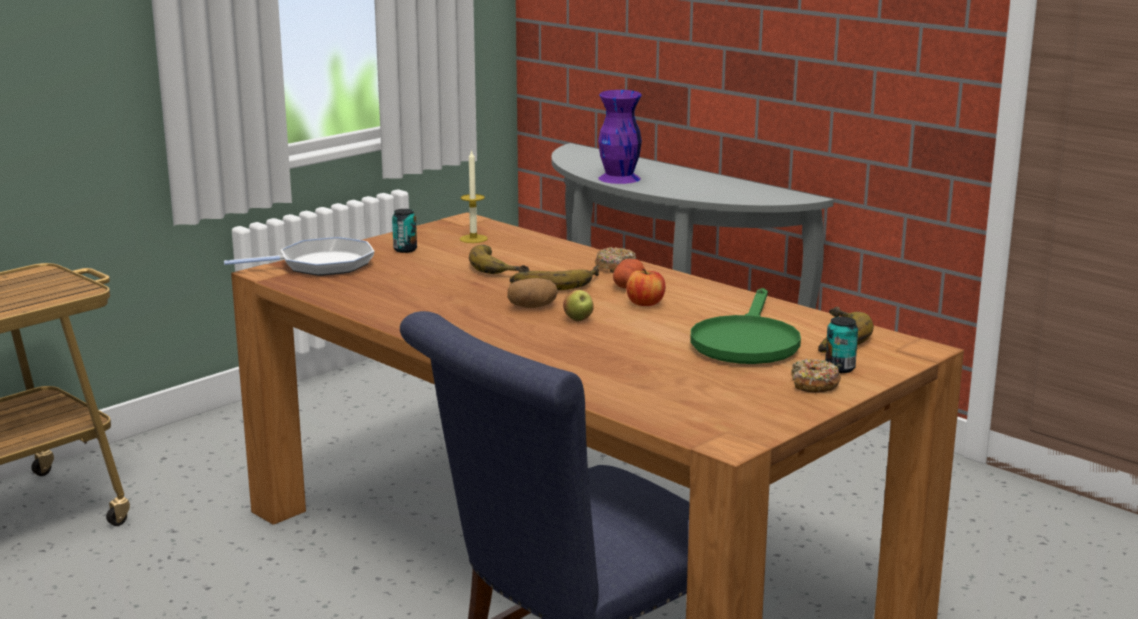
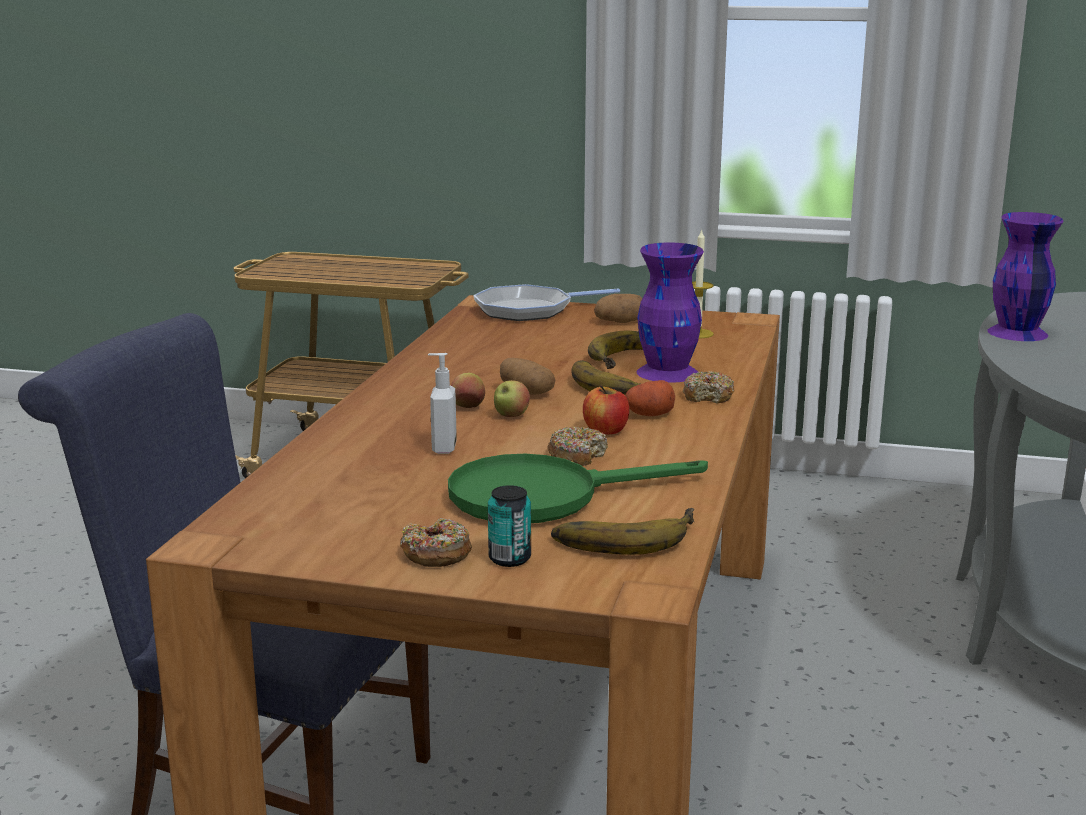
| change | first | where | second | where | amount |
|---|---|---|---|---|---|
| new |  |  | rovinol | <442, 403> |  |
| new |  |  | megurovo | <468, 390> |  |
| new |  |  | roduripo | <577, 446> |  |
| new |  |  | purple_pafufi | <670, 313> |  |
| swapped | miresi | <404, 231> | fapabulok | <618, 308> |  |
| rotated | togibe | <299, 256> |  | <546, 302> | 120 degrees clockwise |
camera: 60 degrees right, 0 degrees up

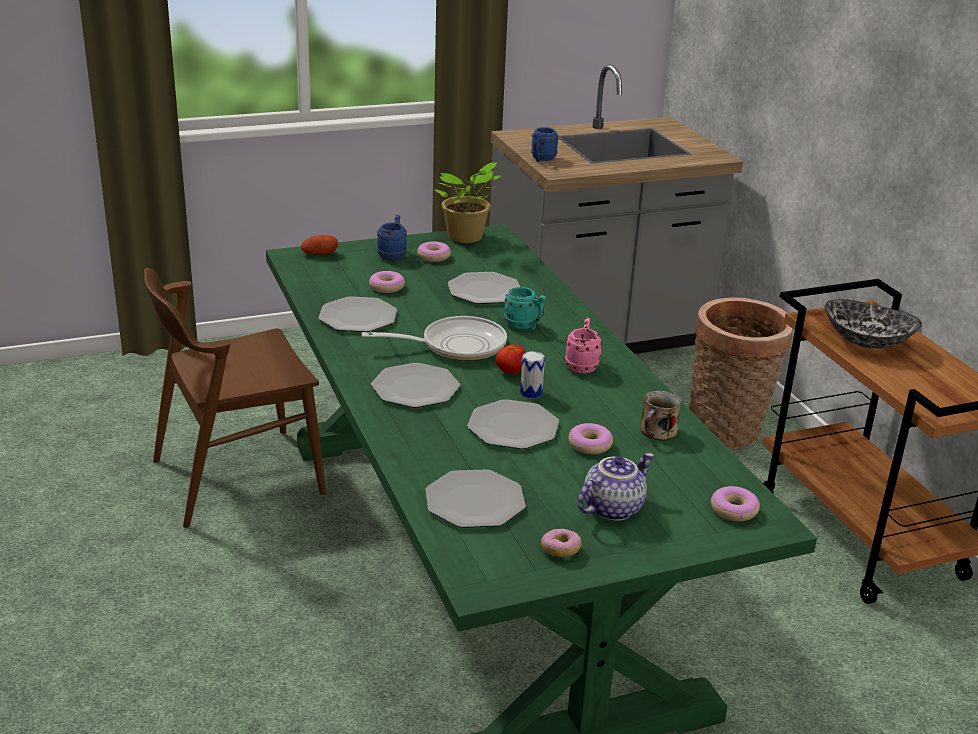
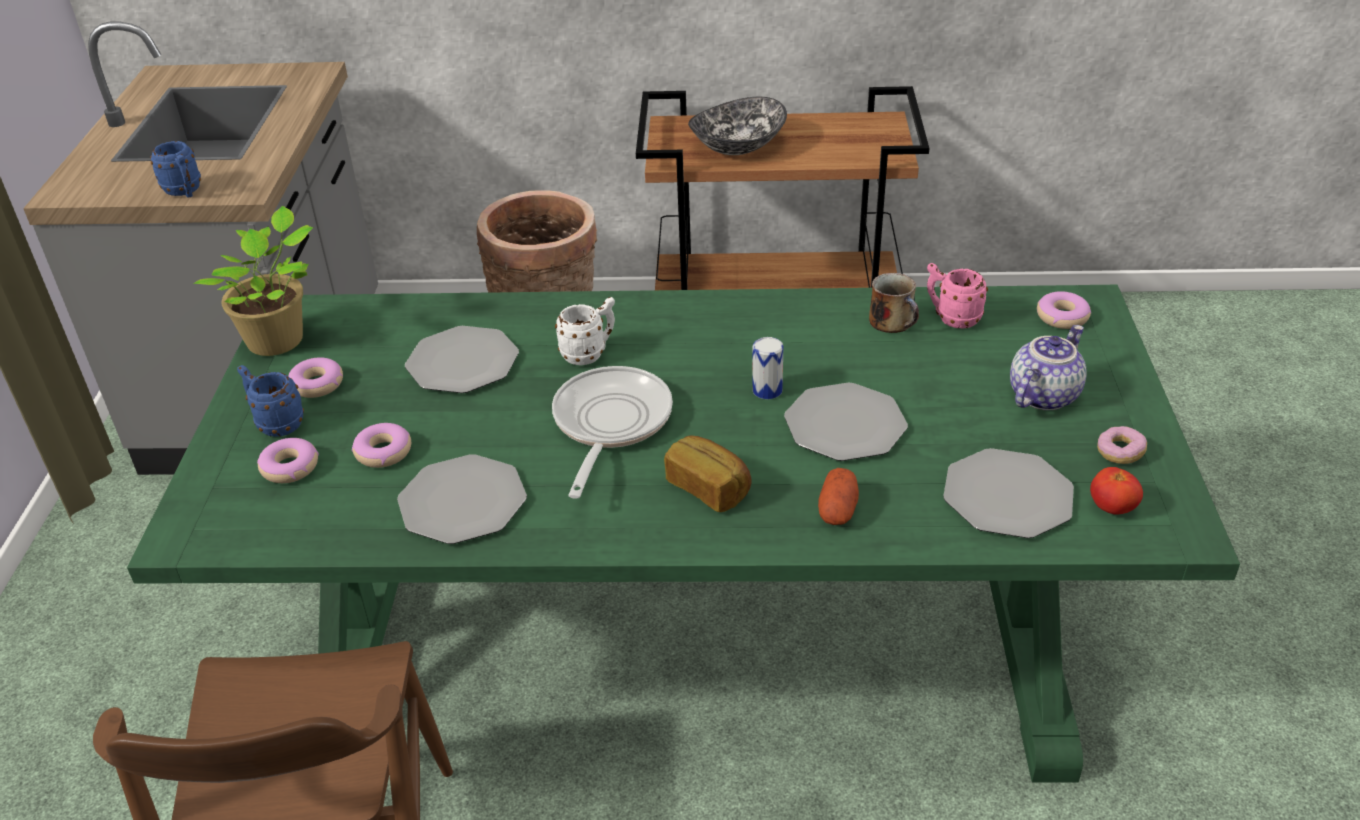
| change | first | where | second | where | amount |
|---|---|---|---|---|---|
| shifted | fapabulok | <319, 245> |  | <838, 496> |  |
| shifted | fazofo | <511, 359> |  | <1116, 490> |  |
| shifted | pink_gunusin | <583, 346> |  | <957, 295> |  |
| shifted | roduripo | <591, 438> |  | <288, 460> |  |
| swapped | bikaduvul | <415, 385> | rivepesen | <708, 473> |  |
| repainted | turquoise_gunusin | <525, 308> | white_gunusin | <585, 331> |  |
| rotated | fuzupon | <615, 486> |  | <1048, 367> | 60 degrees clockwise |
camera: 65 degrees left, 10 degrees up

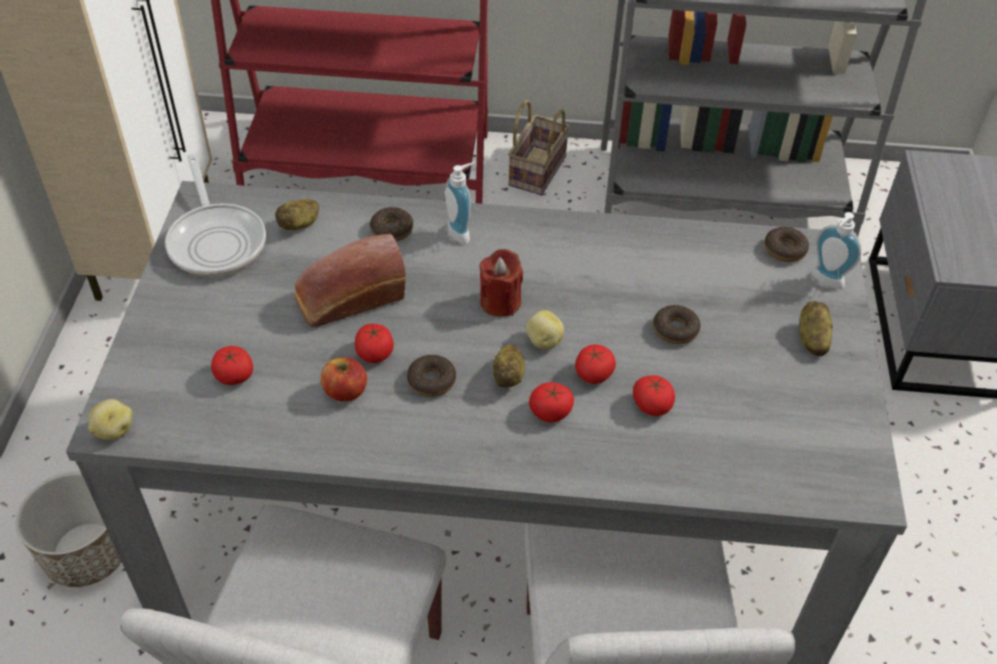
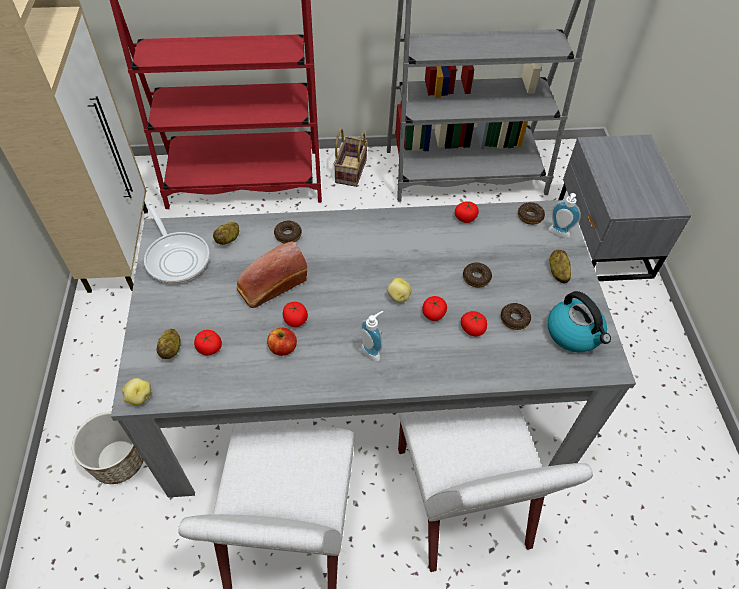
| change | first | where | second | where | amount |
|---|---|---|---|---|---|
| gone | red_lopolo | <501, 283> |  |  |  |
| new |  |  | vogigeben | <579, 322> |  |
| shifted | roduripo | <431, 376> |  | <516, 316> |  |
| shifted | rovinol | <460, 203> |  | <372, 336> |  |
| shifted | fapabulok | <509, 366> |  | <169, 344> |  |
| shifted | fazofo | <551, 402> |  | <467, 212> |  |
camera: 10 degrees left, 5 degrees up

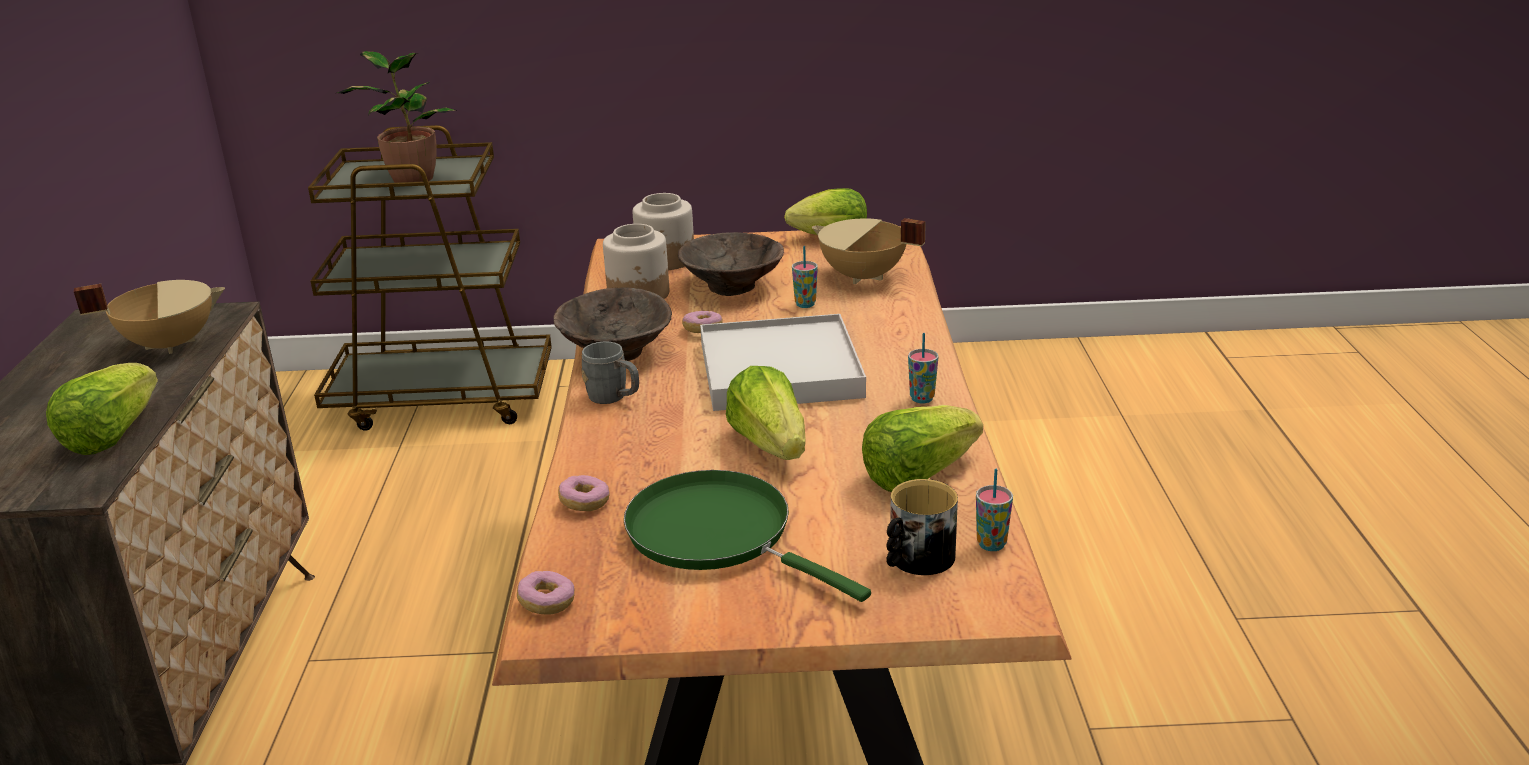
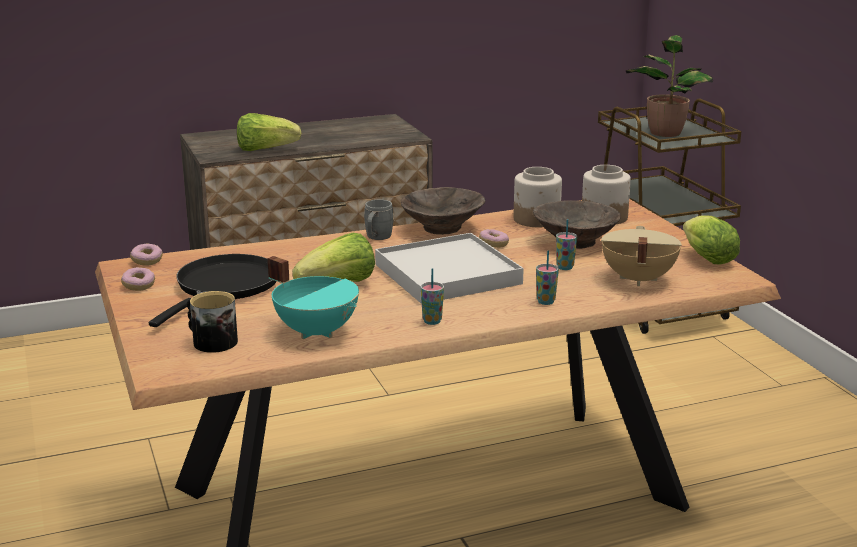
| change | first | where | second | where | amount |
|---|---|---|---|---|---|
| gone | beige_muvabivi | <149, 317> |  |  |  |
| shifted | roduripo | <584, 493> |  | <138, 279> |  |
| shifted | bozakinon | <994, 510> |  | <547, 278> |  |
| swapped | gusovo | <922, 448> | turquoise_muvabivi | <313, 297> |  |
| repainted | green_togibe | <747, 536> | black_togibe | <213, 290> |  |
camera: 70 degrees right, 5 degrees down

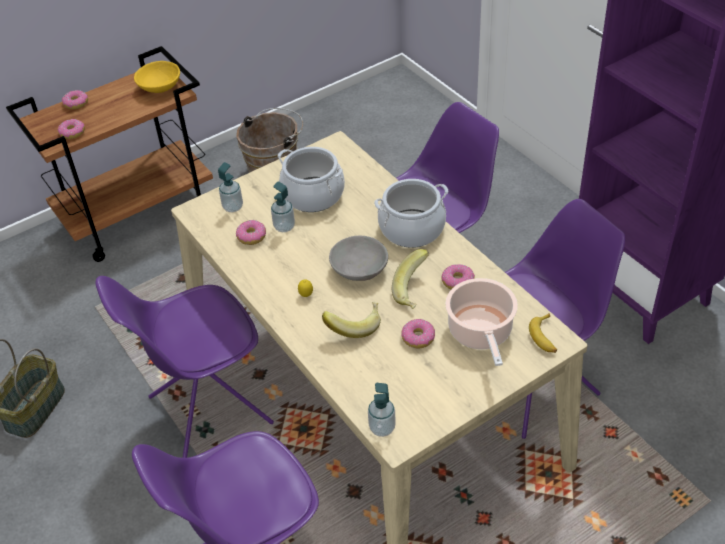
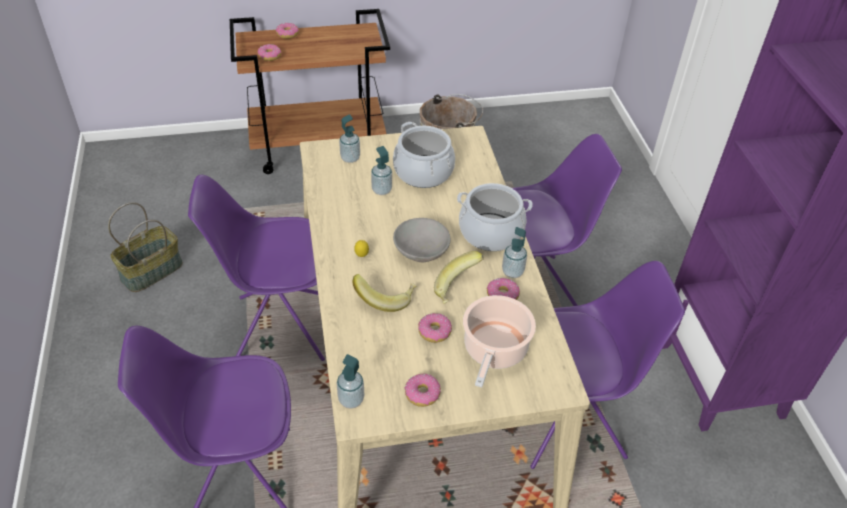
| change | first | where | second | where | amount |
|---|---|---|---|---|---|
| gone | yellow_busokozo | <157, 77> |  |  |  |
| gone | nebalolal | <543, 333> |  |  |  |
| new |  |  | rovinol | <514, 252> |  |
| shifted | roduripo | <251, 232> |  | <422, 390> |  |
camera: 20 degrees right, 0 degrees up

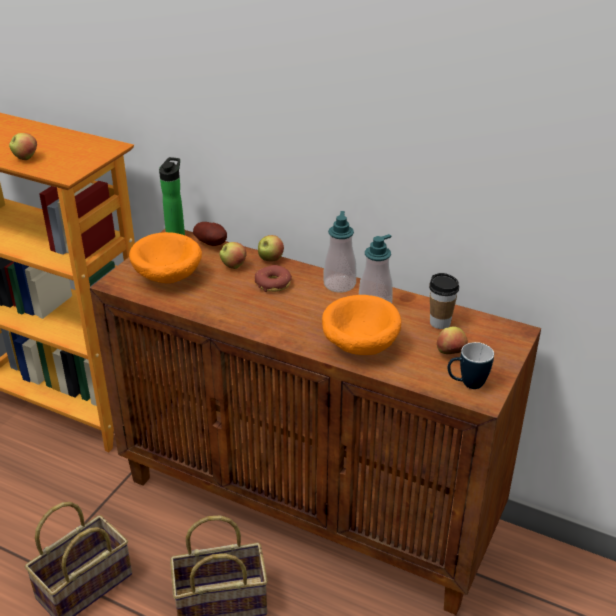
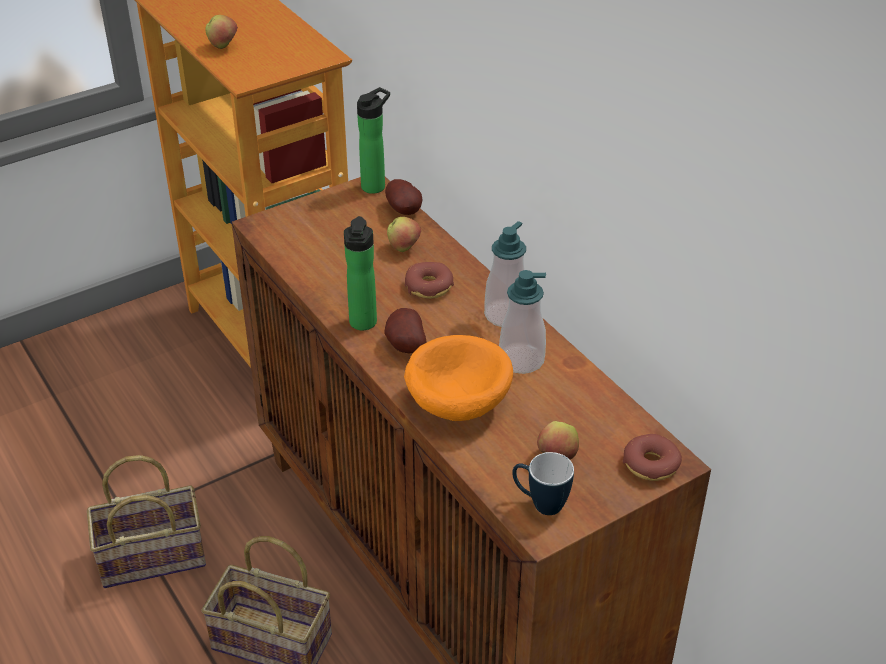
| change | first | where | second | where | amount |
|---|---|---|---|---|---|
| gone | orange_busokozo | <165, 257> |  |  |  |
| gone | megurovo | <271, 248> |  |  |  |
| gone | bozakinon | <444, 301> |  |  |  |
| new |  |  | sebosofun | <360, 273> |  |
| new |  |  | fapabulok | <405, 330> |  |
| new |  |  | roduripo | <652, 457> |  |
camera: 30 degrees right, 5 degrees up

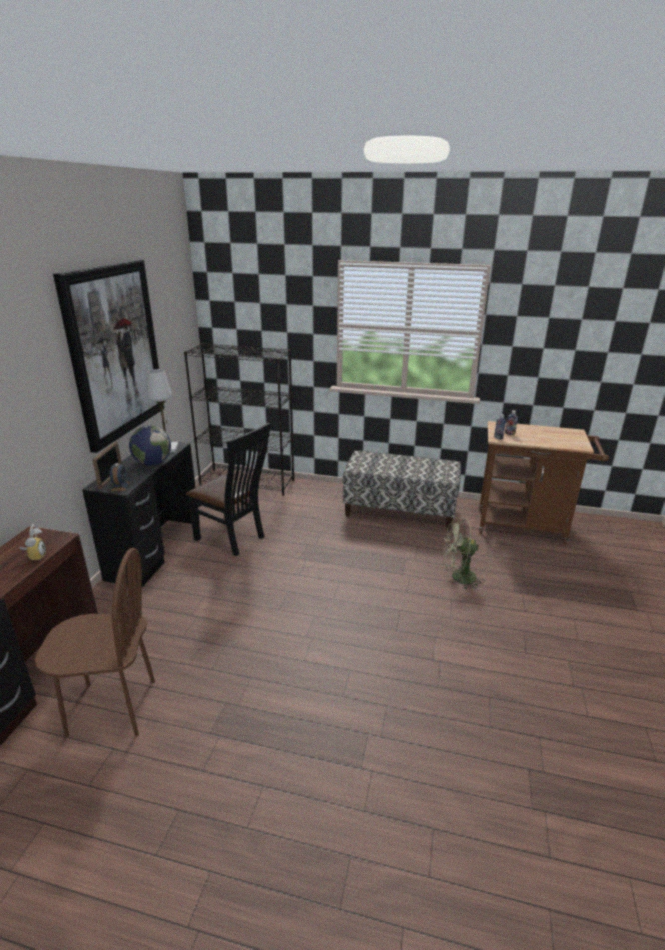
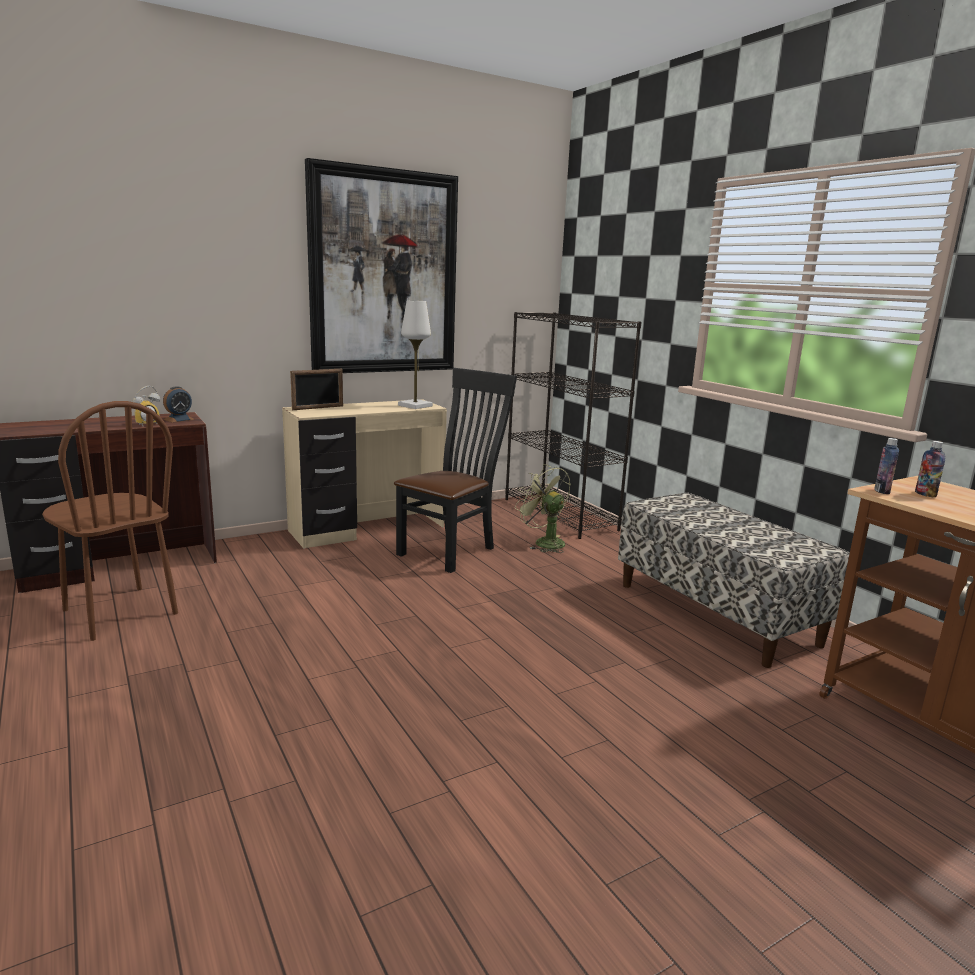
| change | first | where | second | where | amount |
|---|---|---|---|---|---|
| gone | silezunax | <150, 445> |  |  |  |
| shifted | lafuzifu | <120, 477> |  | <179, 404> |  |
| shifted | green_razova | <464, 553> |  | <543, 508> |  |
| repainted | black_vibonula | <141, 514> | beige_vibonula | <364, 474> |  |
| rotated | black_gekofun | <228, 489> |  | <455, 470> | 135 degrees counterclockwise |
camera: 45 degrees right, 10 degrees down

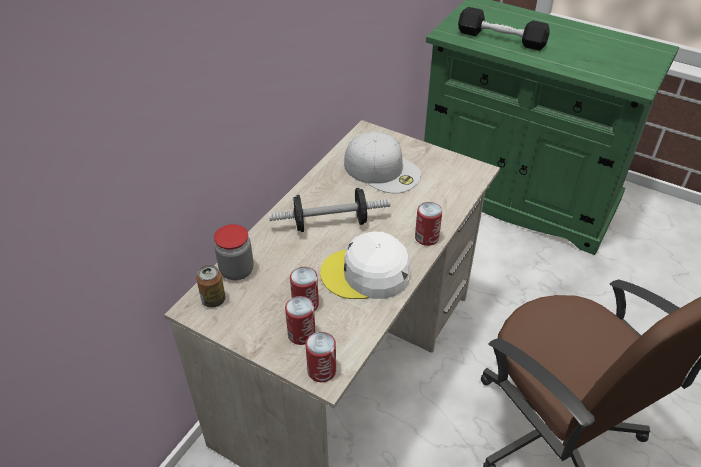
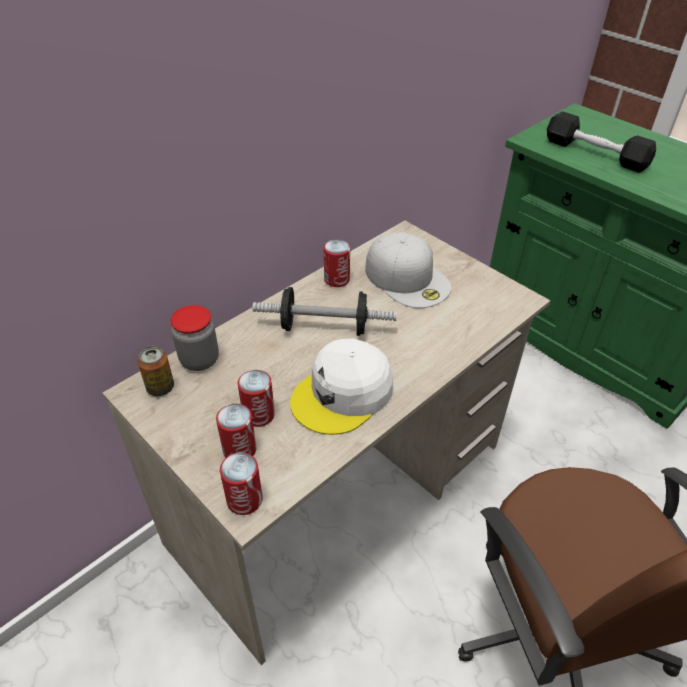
| change | first | where | second | where | amount |
|---|---|---|---|---|---|
| shifted | miresi | <429, 224> |  | <337, 263> |  |
| rotated | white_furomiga | <365, 265> |  | <341, 387> | 60 degrees counterclockwise |
camera: 15 degrees right, 0 degrees up

